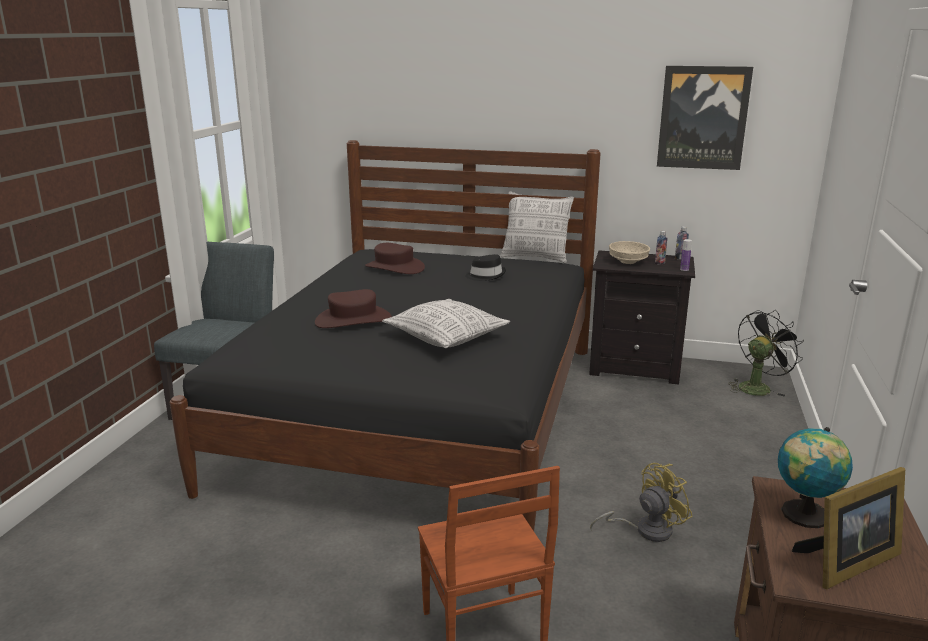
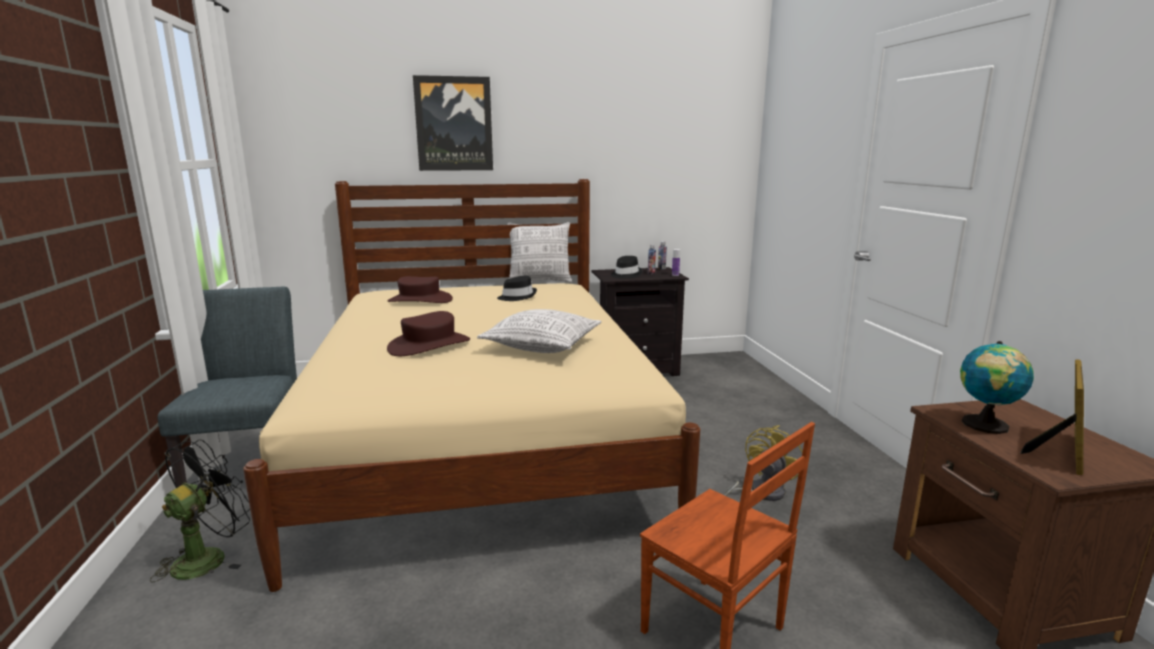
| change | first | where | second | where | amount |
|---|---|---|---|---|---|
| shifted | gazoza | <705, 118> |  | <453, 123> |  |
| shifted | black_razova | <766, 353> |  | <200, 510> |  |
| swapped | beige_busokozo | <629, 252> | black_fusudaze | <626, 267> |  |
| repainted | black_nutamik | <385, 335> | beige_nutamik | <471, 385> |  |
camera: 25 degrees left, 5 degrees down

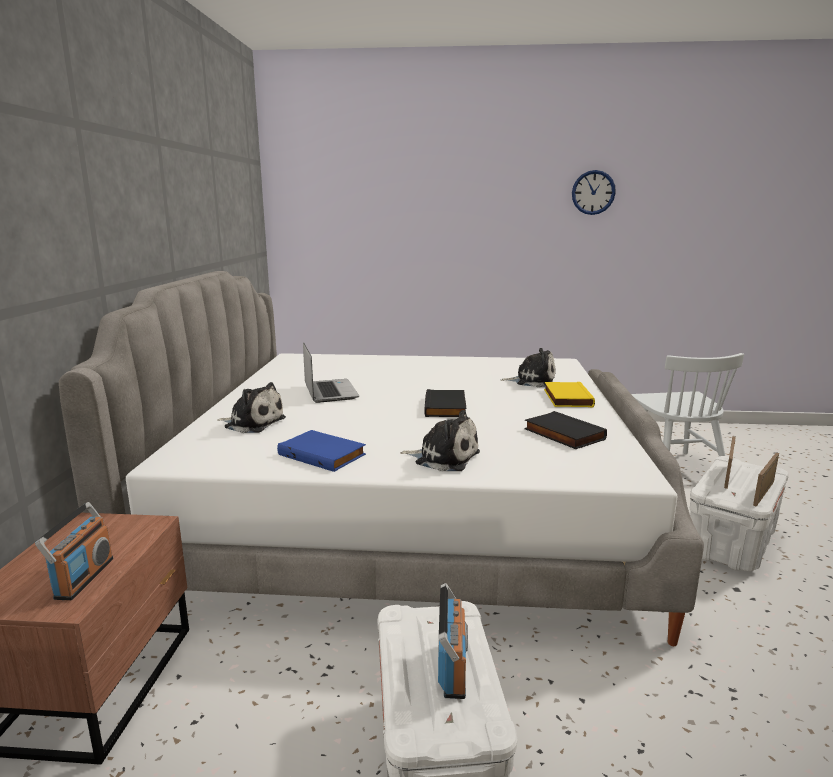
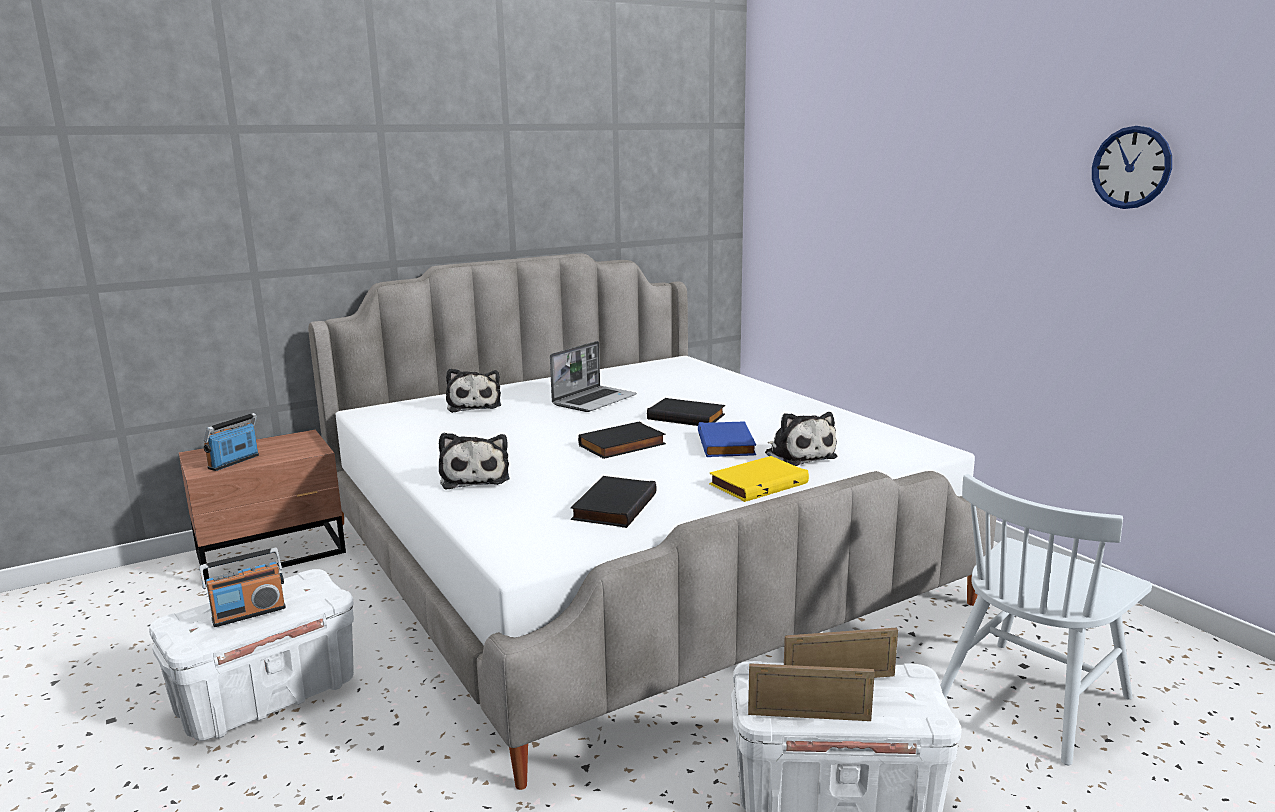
| change | first | where | second | where | amount |
|---|---|---|---|---|---|
| new |  |  | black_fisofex | <686, 412> |  |
| shifted | blue_fisofex | <321, 451> |  | <727, 439> |  |
| rotated | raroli | <74, 551> |  | <231, 442> | 150 degrees clockwise |
camera: 55 degrees right, 0 degrees up

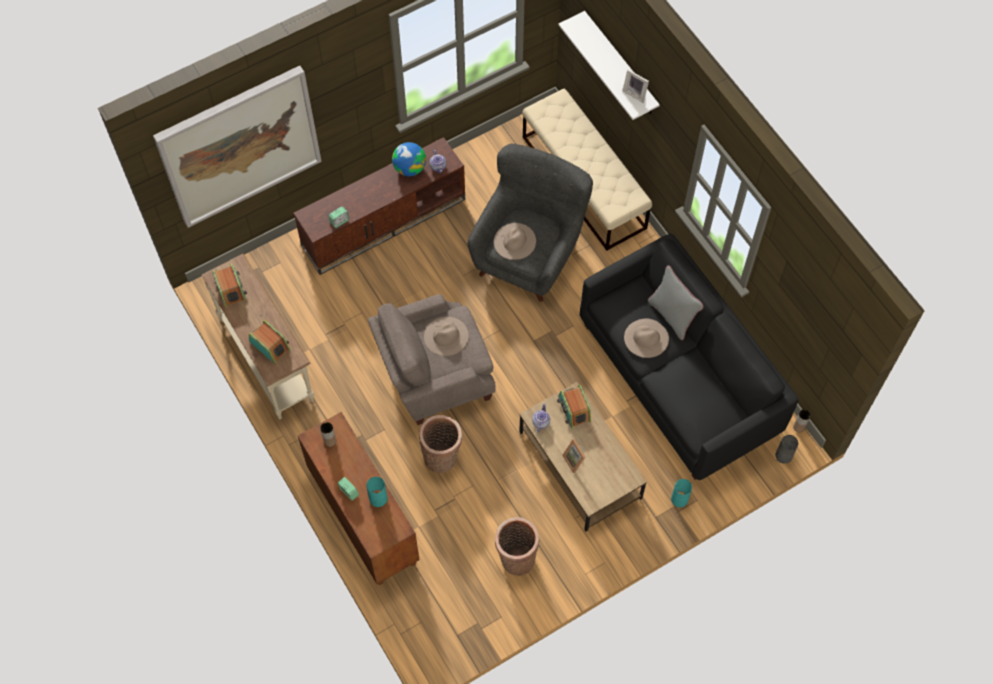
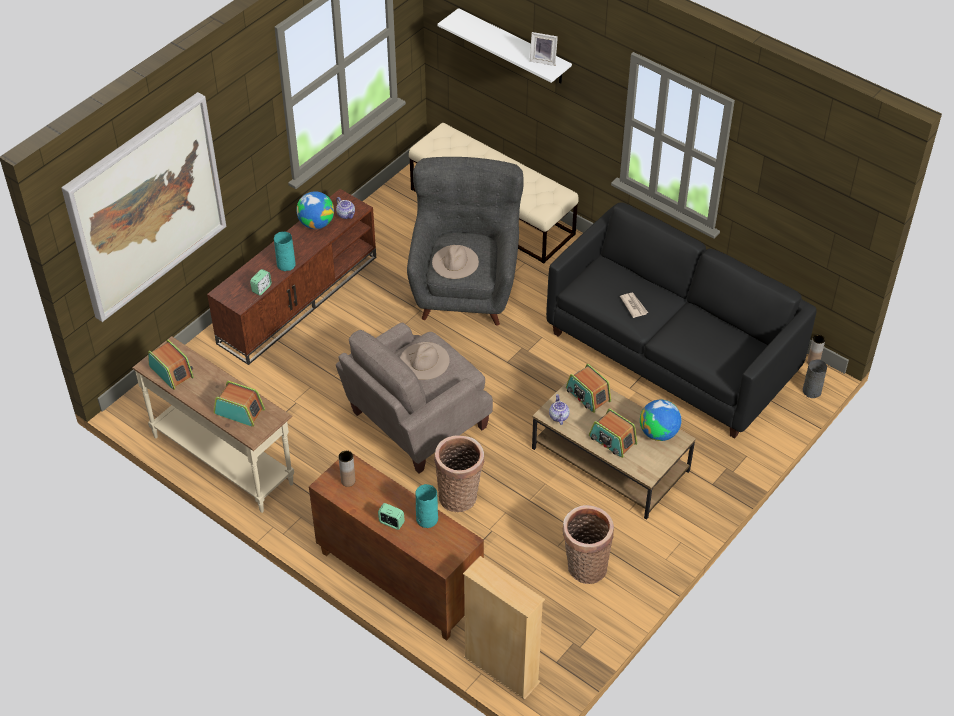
| change | first | where | second | where | amount |
|---|---|---|---|---|---|
| gone | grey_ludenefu | <675, 302> |  |  |  |
| new |  |  | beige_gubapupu | <504, 628> |  |
| new |  |  | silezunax | <660, 420> |  |
| shifted | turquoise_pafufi | <681, 493> |  | <285, 251> |  |
| swapped | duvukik | <573, 456> | raroli | <613, 433> |  |
| swapped | beige_fusudaze | <646, 338> | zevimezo | <634, 305> |  |
camera: 20 degrees left, 15 degrees down

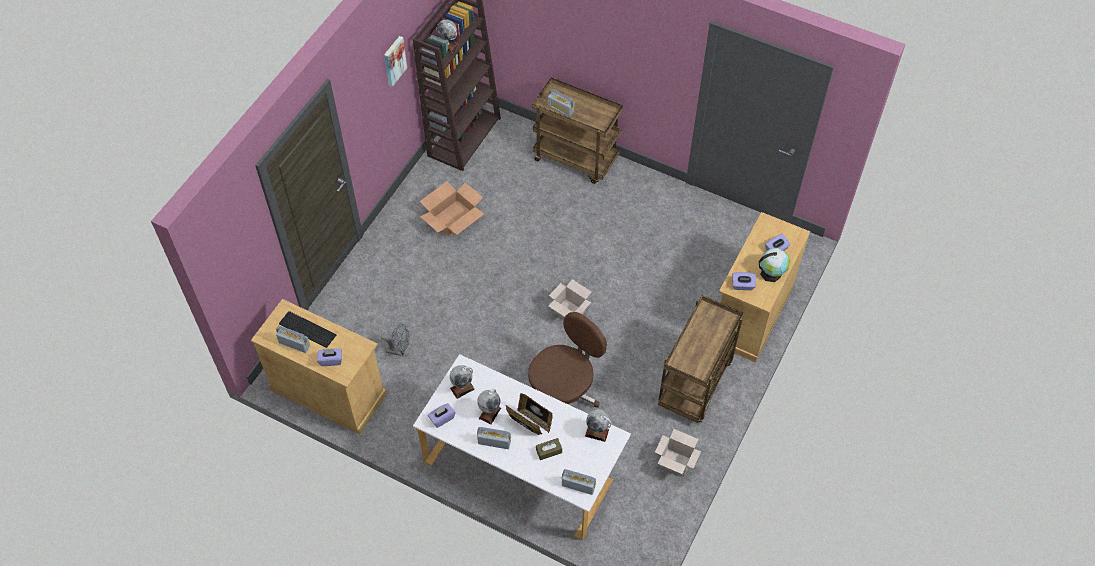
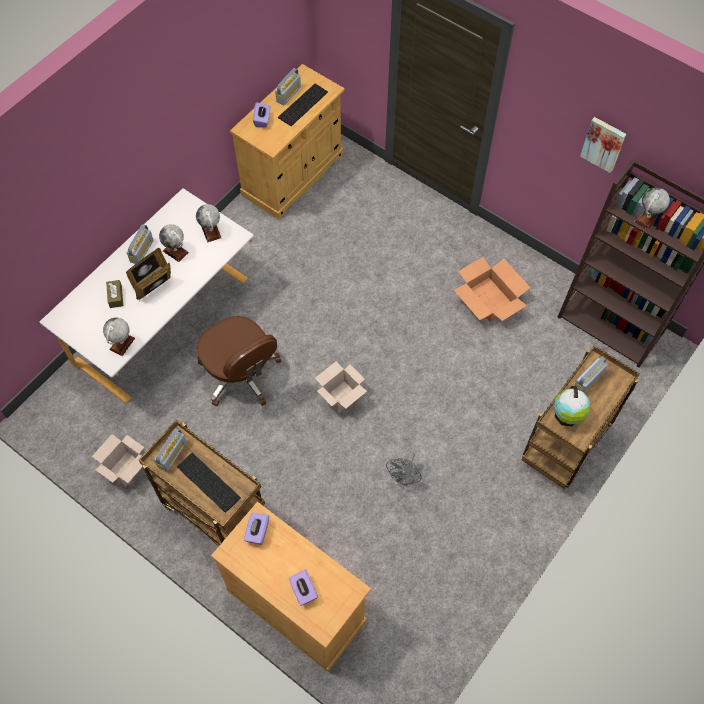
| change | first | where | second | where | amount |
|---|---|---|---|---|---|
| gone | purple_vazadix | <441, 415> |  |  |  |
| new |  |  | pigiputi | <209, 483> |  |
| shifted | grey_razova | <395, 340> |  | <403, 468> |  |
| shifted | raroli | <579, 482> |  | <170, 450> |  |
| shifted | silezunax | <774, 265> |  | <572, 406> |  |
camera: 100 degrees right, 5 degrees up

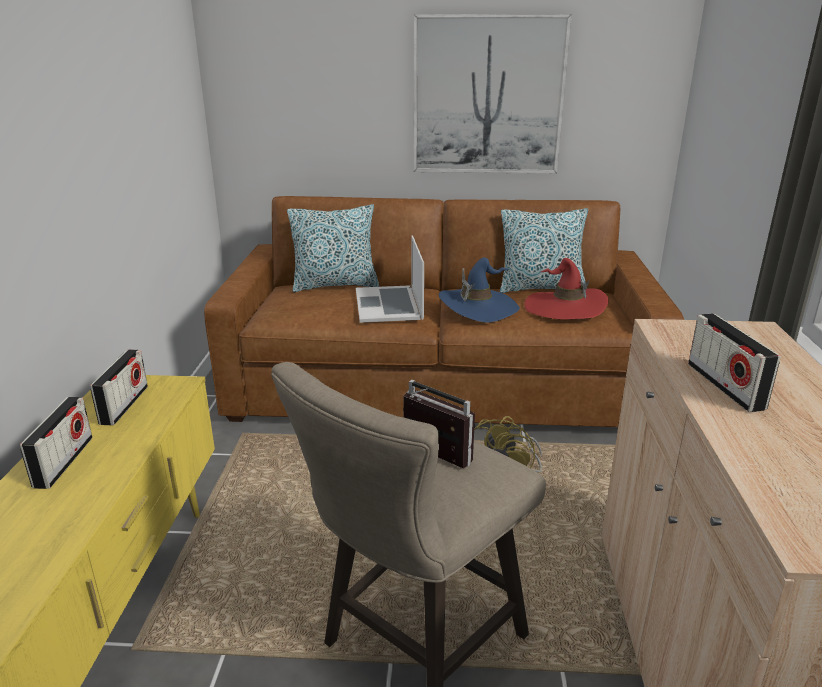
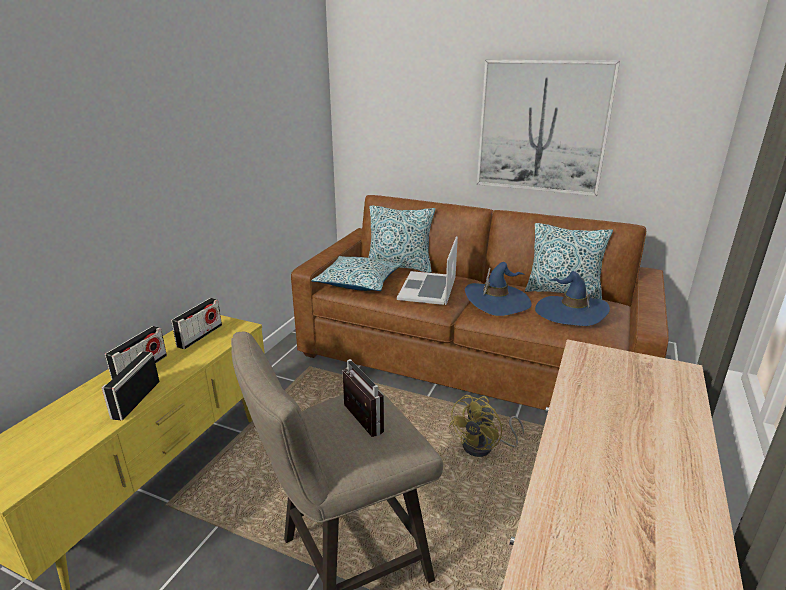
| change | first | where | second | where | amount |
|---|---|---|---|---|---|
| new |  |  | ludenefu | <357, 273> |  |
| shifted | raroli | <734, 362> |  | <130, 385> |  |
| repainted | red_fusudaze | <566, 288> | blue_fusudaze | <572, 298> |  |
camera: 20 degrees right, 0 degrees up

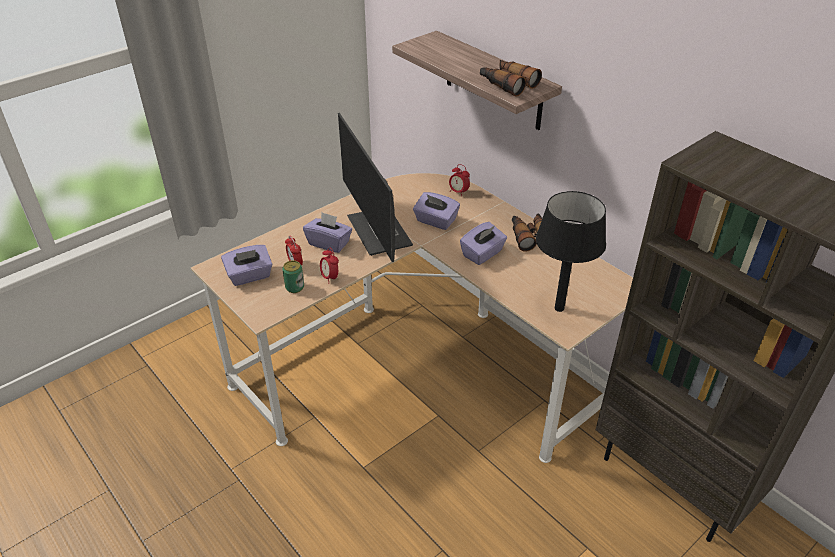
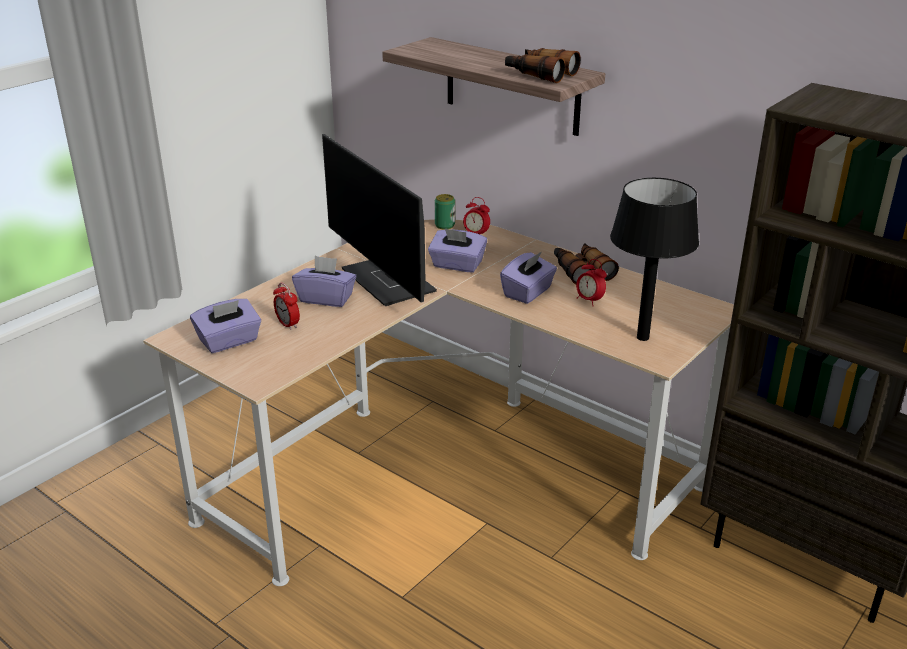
| change | first | where | second | where | amount |
|---|---|---|---|---|---|
| shifted | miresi | <293, 276> |  | <445, 212> |  |
| shifted | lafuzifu | <329, 266> |  | <591, 282> |  |
camera: 10 degrees left, 10 degrees down

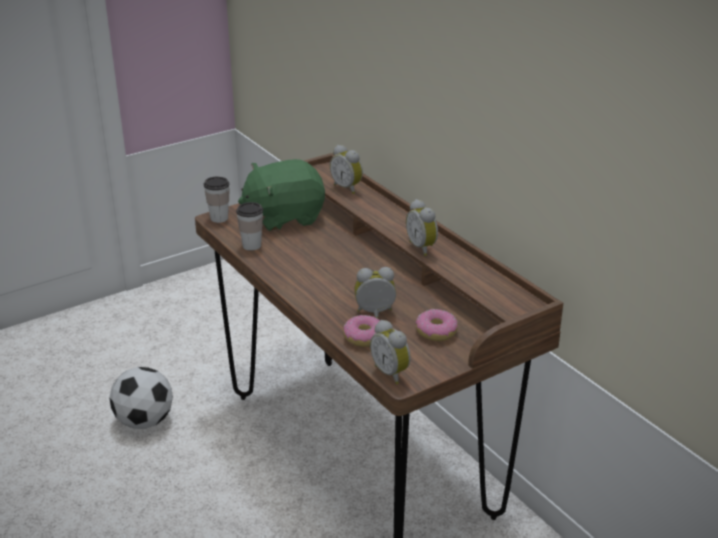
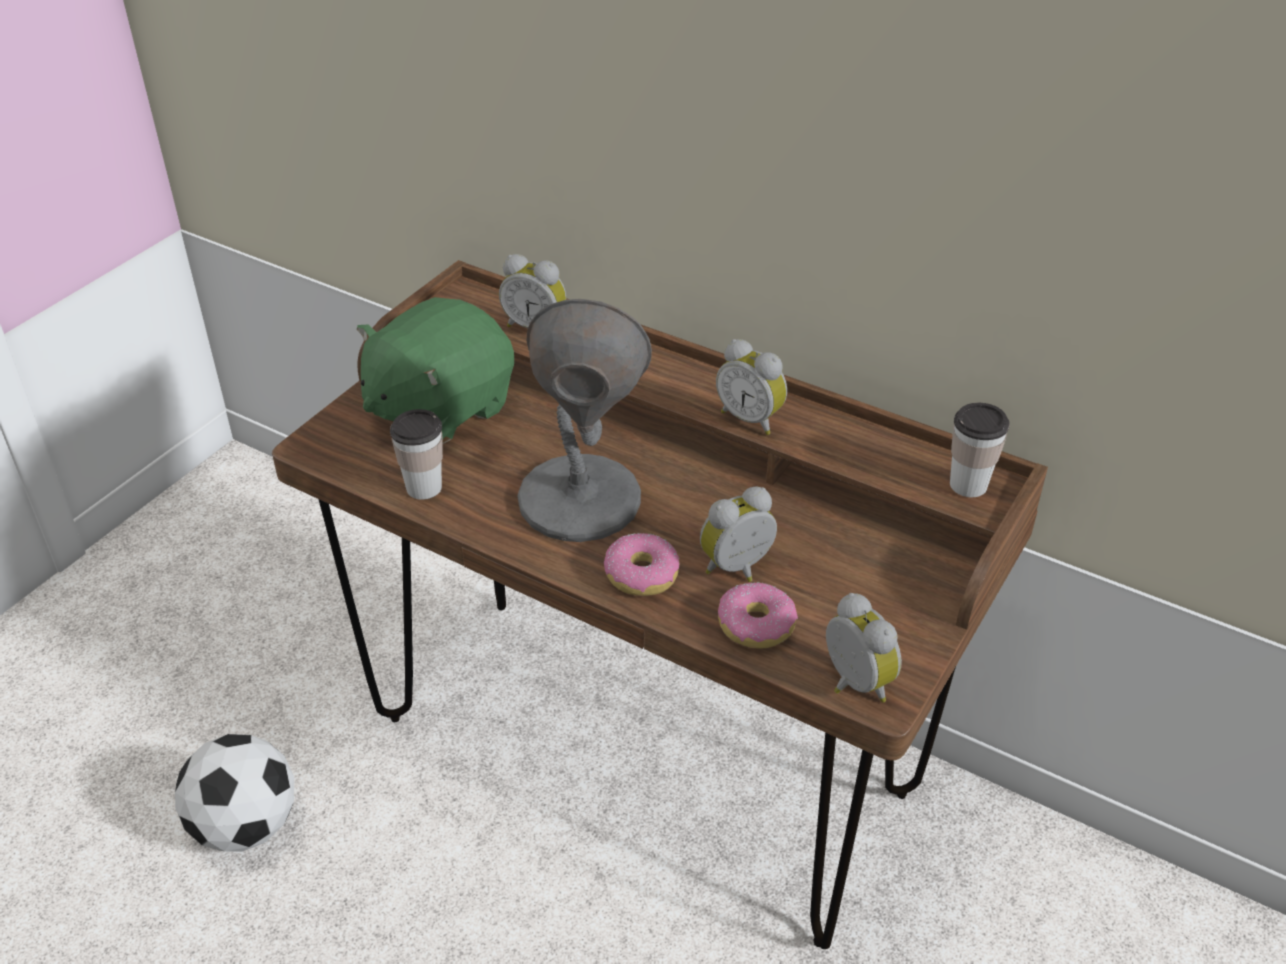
| change | first | where | second | where | amount |
|---|---|---|---|---|---|
| new |  |  | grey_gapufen | <584, 420> |  |
| shifted | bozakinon | <216, 200> |  | <980, 450> |  |
| shifted | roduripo | <436, 325> |  | <642, 564> |  |
| rotated | lafuzifu | <390, 352> |  | <864, 648> | 150 degrees counterclockwise |
camera: 25 degrees left, 10 degrees up

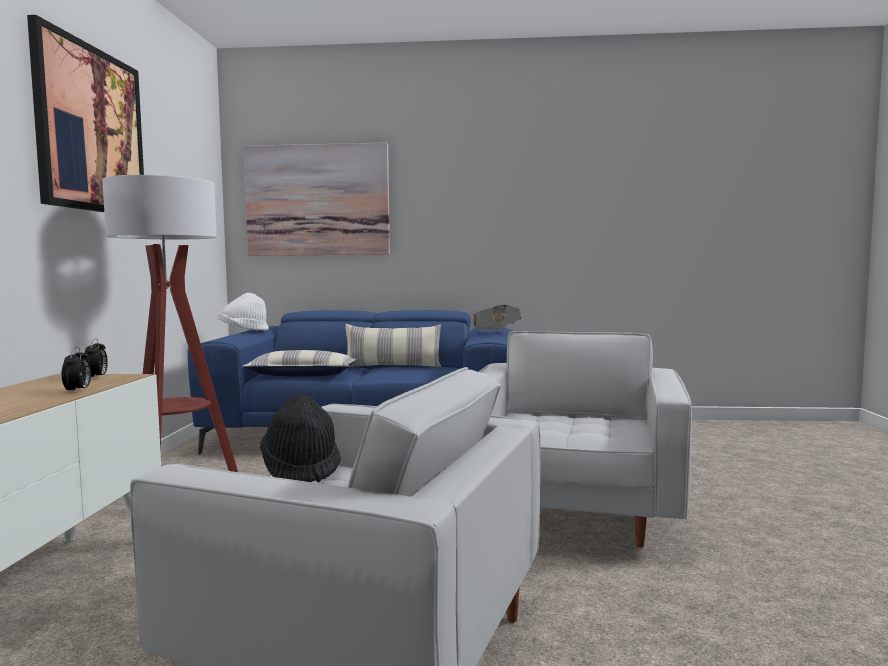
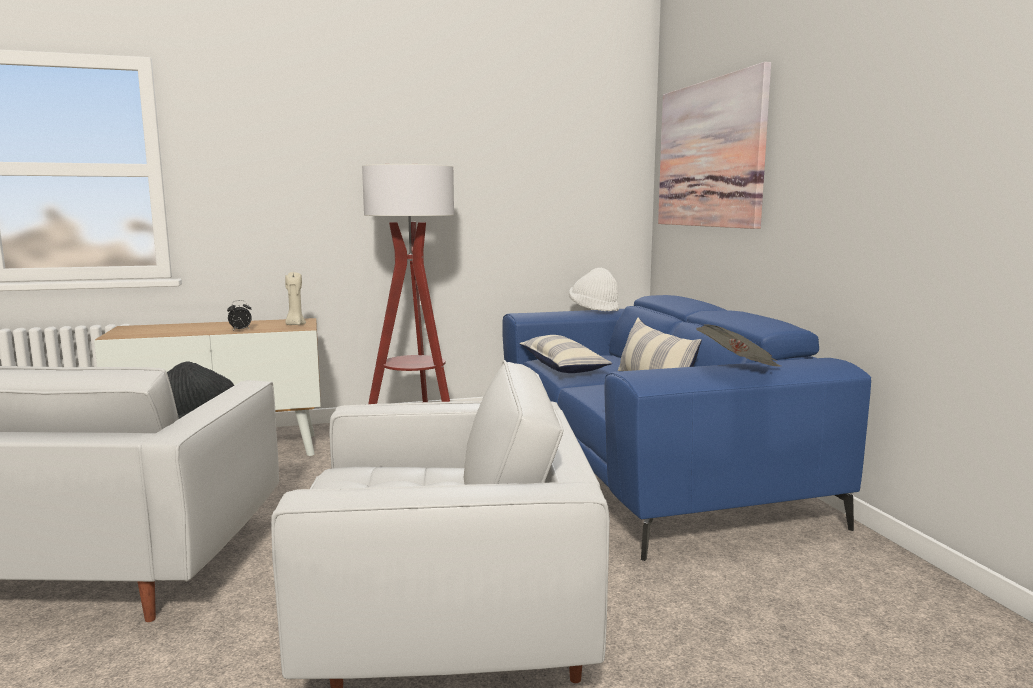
| change | first | where | second | where | amount |
|---|---|---|---|---|---|
| gone | gazoza | <85, 113> |  |  |  |
| swapped | lafuzifu | <96, 358> | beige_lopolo | <295, 298> |  |
camera: 70 degrees right, 5 degrees up

